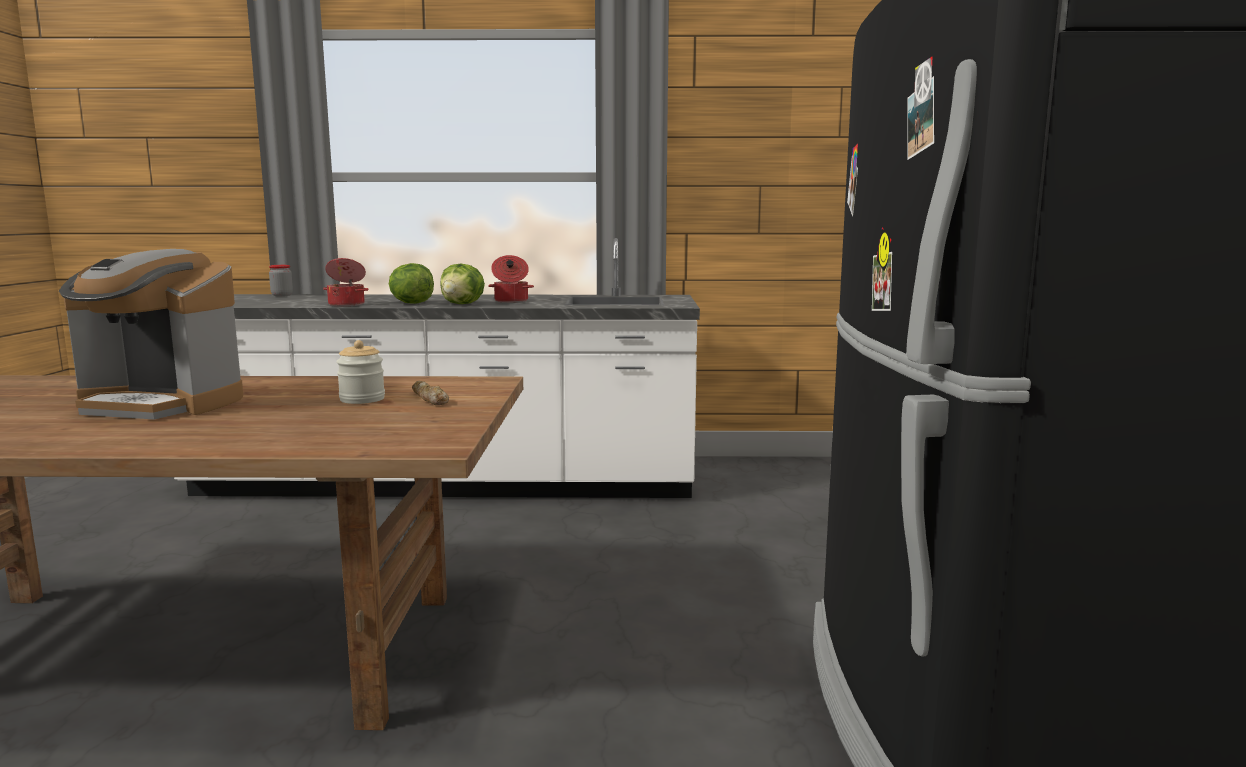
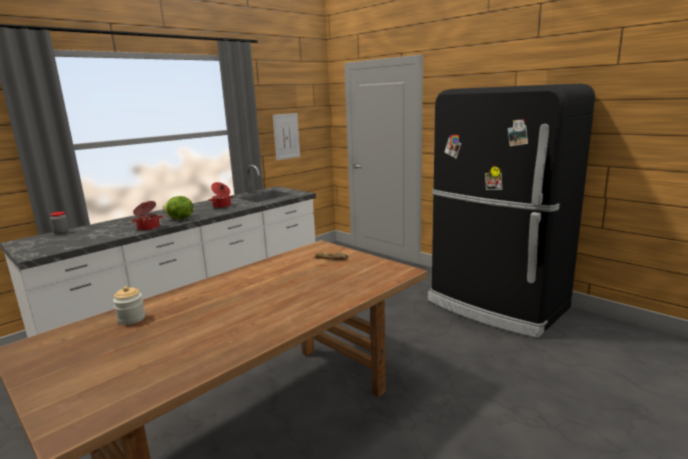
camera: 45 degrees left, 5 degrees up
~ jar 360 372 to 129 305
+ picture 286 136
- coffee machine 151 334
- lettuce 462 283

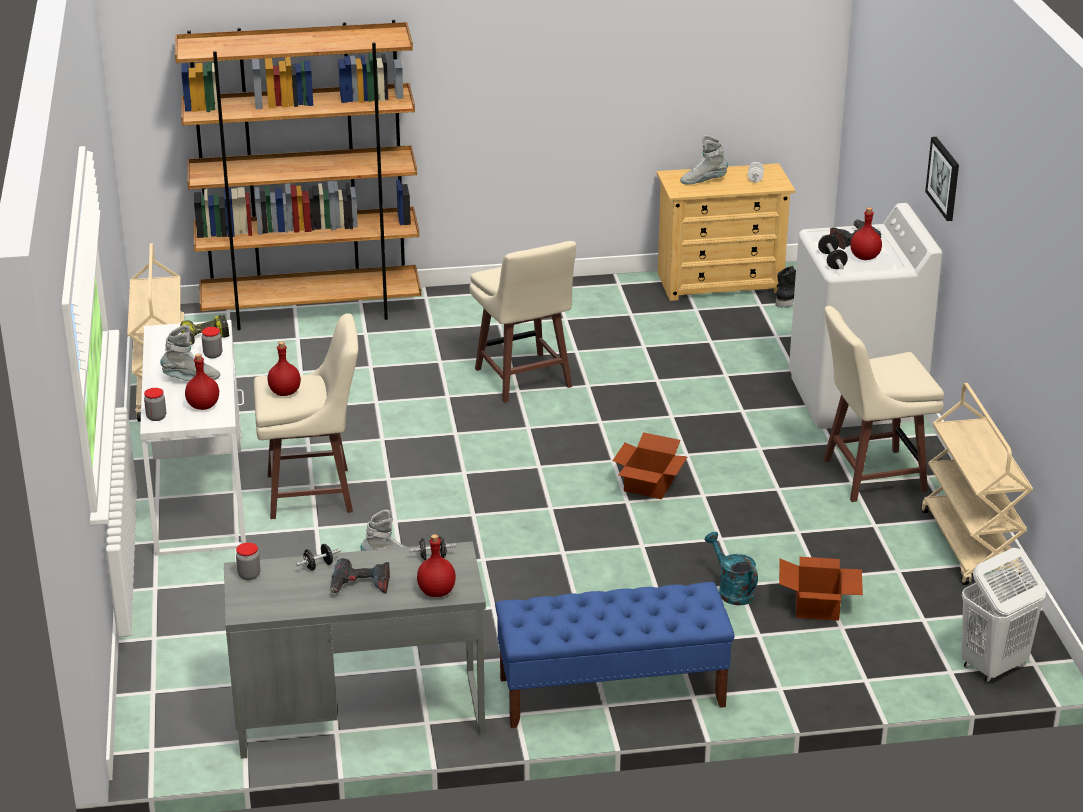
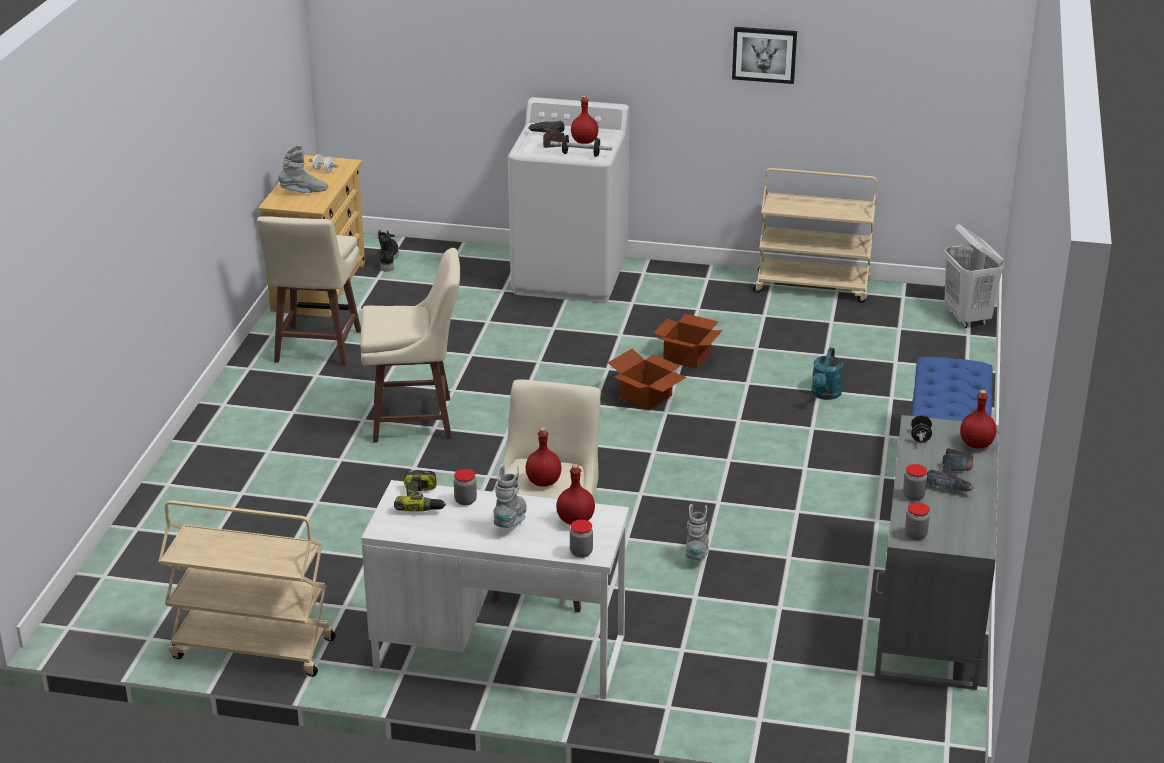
camera: 70 degrees left, 0 degrees up
~ stool (beige) 883 404 to 309 291
~ boot (grey) 704 160 = 303 169 120 degrees counterclockwise
~ cardboard box 821 589 to 688 341
~ picture 942 179 to 764 55
~ watering can (turquoise) 731 568 = 827 373 60 degrees counterclockwise
~ dumbbell (black) 318 557 to jar 915 482
- bookcase (brown) 298 175

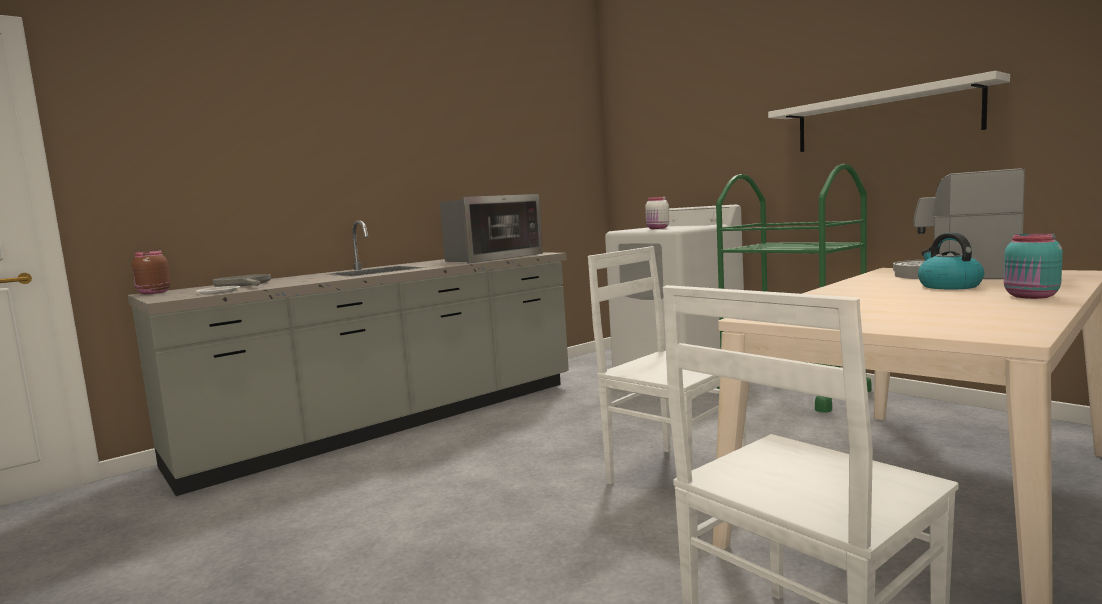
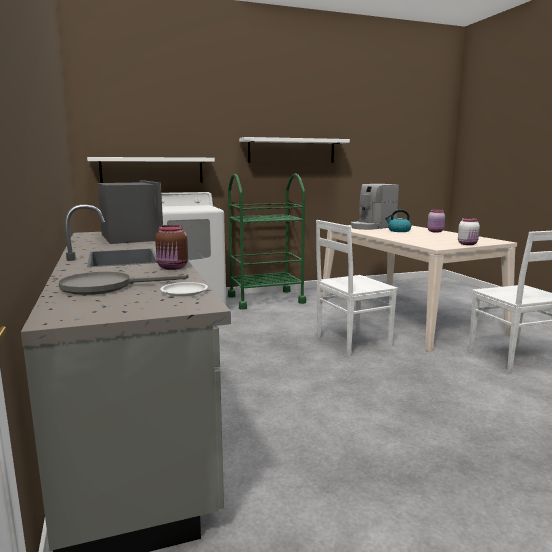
camera: 70 degrees left, 5 degrees up
+ shelf (white) 151 170
~ jar (brown) 151 272 to 171 247
~ jar (turquoise) 1033 266 to jar (pink) 436 221
~ jar (white) 657 213 to 469 231

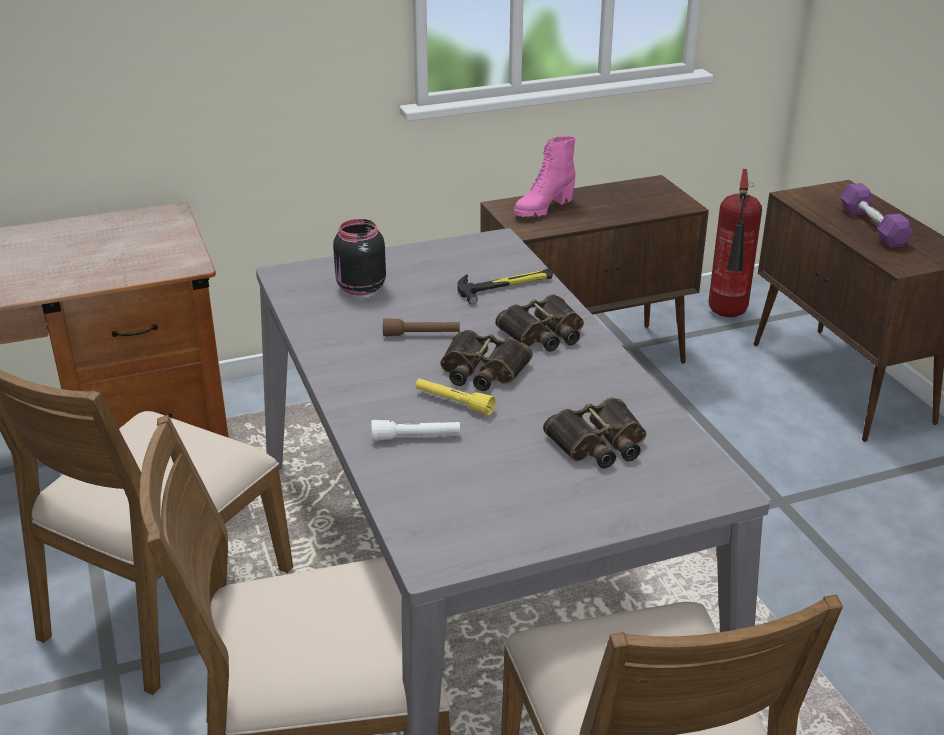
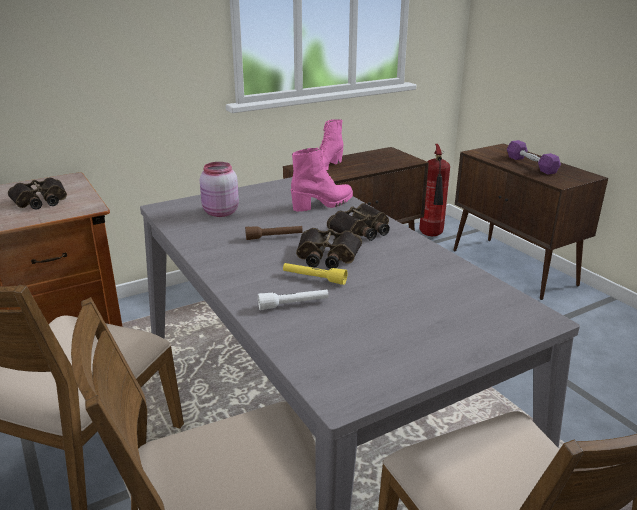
camera: 10 degrees left, 5 degrees down
~ binoculars 594 433 to 37 193
~ jar (black) 359 257 to jar (pink) 219 189
~ hammer 505 287 to boot (pink) 322 180

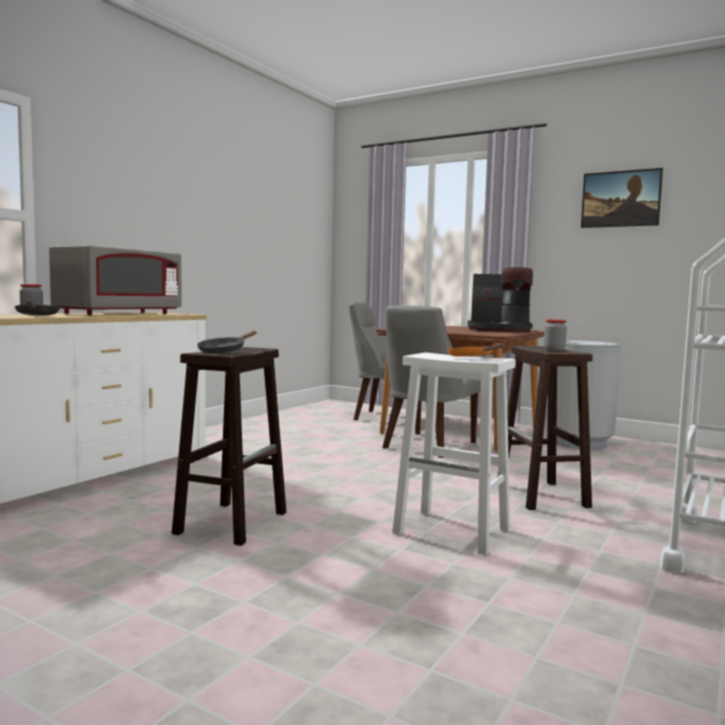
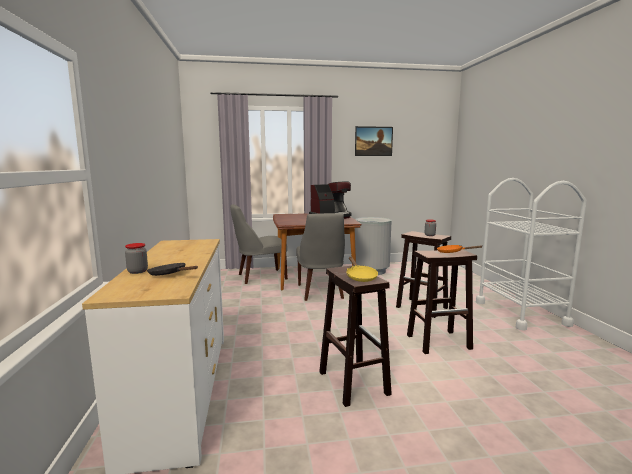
camera: 40 degrees left, 5 degrees up
~ frying pan (black) 227 342 to frying pan (yellow) 362 269
~ stool (white) 453 453 to stool (brown) 442 302
- microwave (grey) 115 280

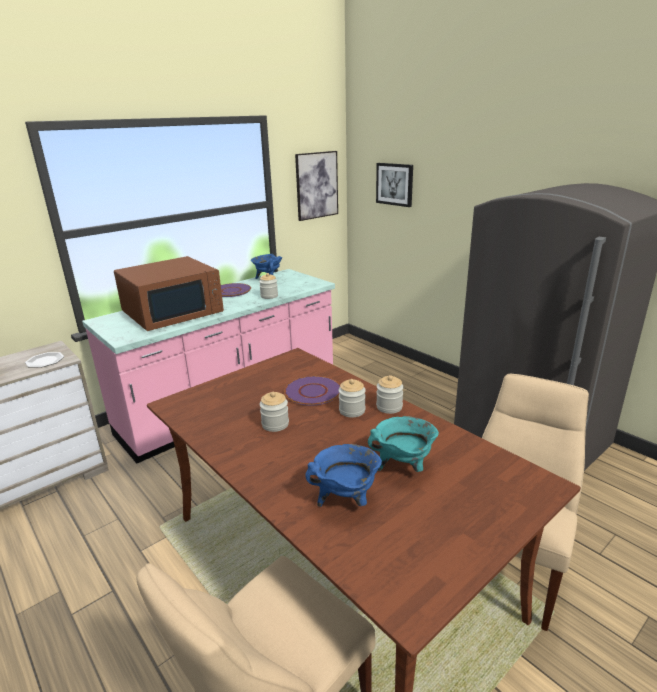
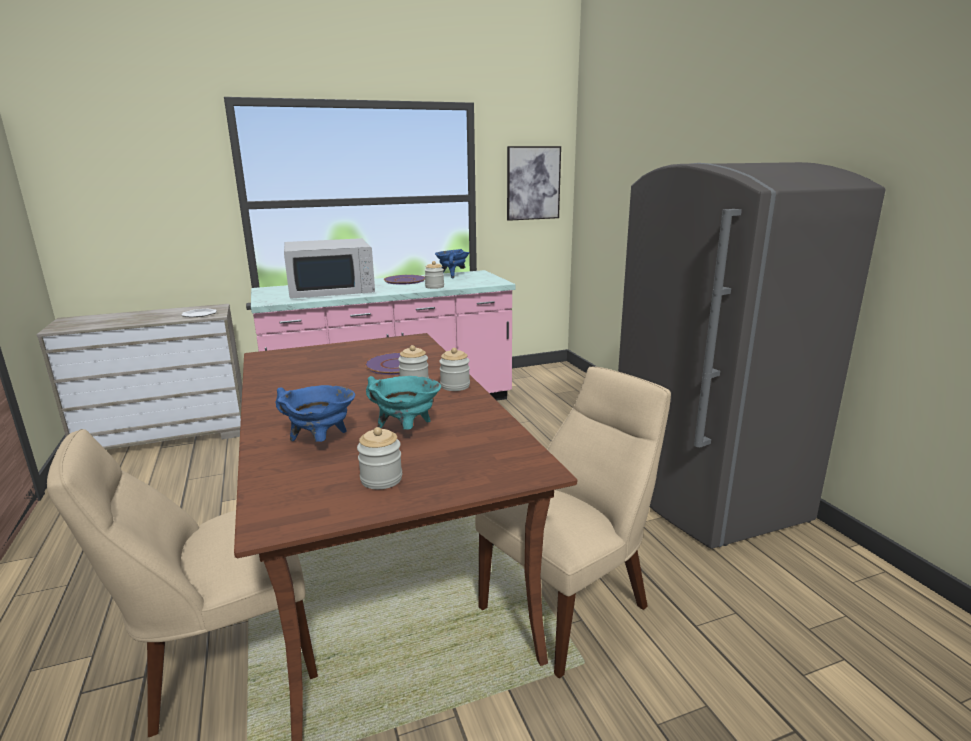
camera: 20 degrees right, 5 degrees down
~ microwave (brown) 169 293 to microwave (white) 329 268
~ jar 274 412 to 379 458
- picture 394 185

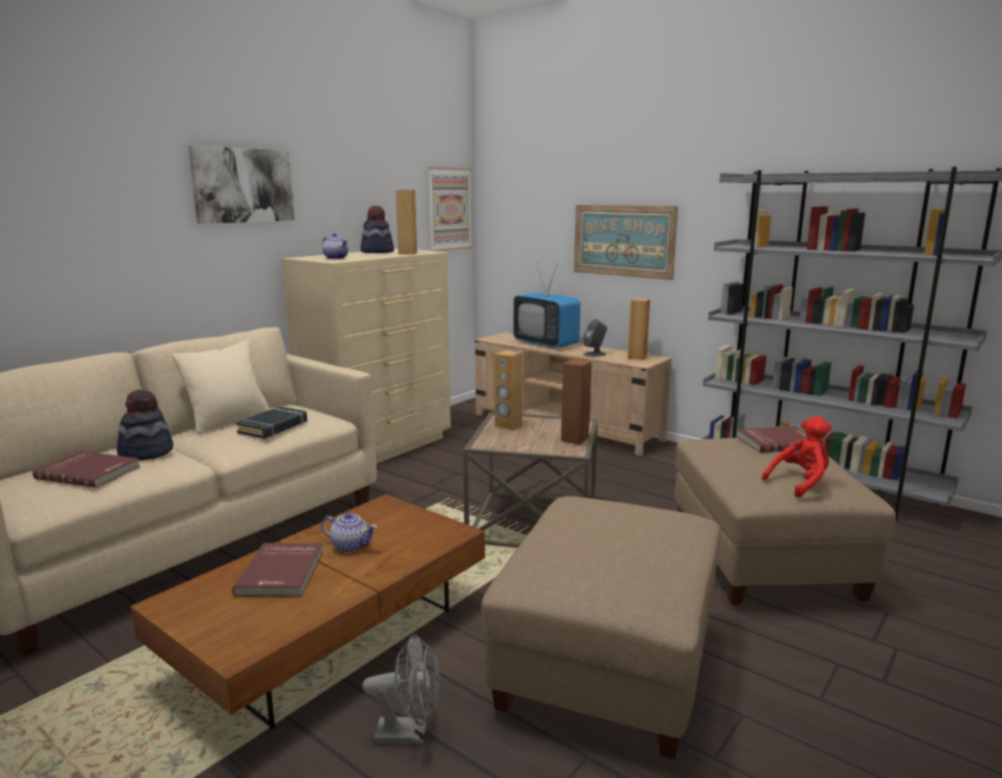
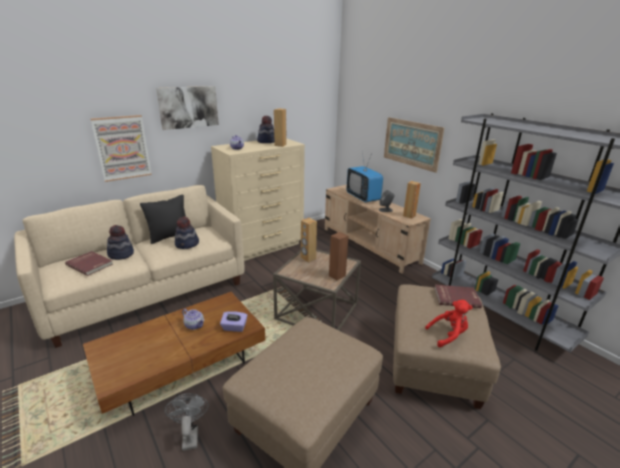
camera: 15 degrees right, 10 degrees up
~ picture 450 209 to 121 148
~ pillow (beige) 221 386 to pillow (black) 163 219
~ fan (grey) 401 689 = 186 422 120 degrees counterclockwise
~ book (black) 271 422 to hat 187 232
+ tissue box (purple) 233 321
- book (red) 278 570

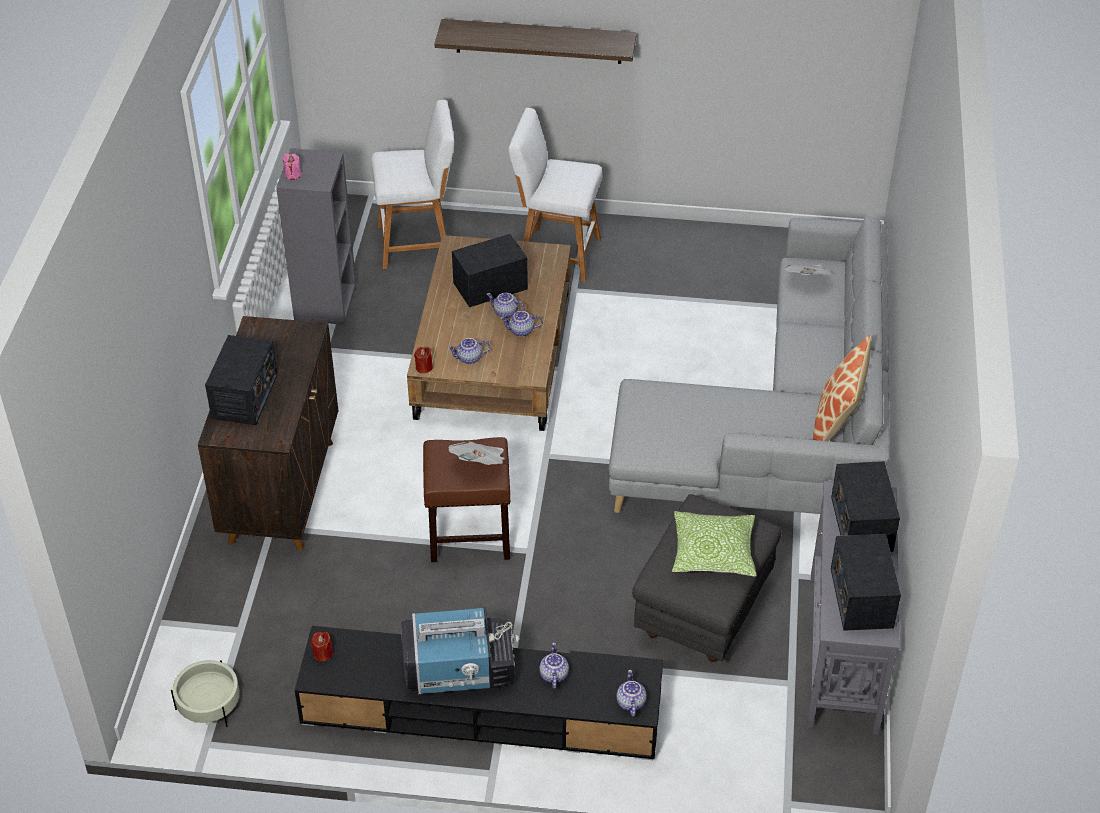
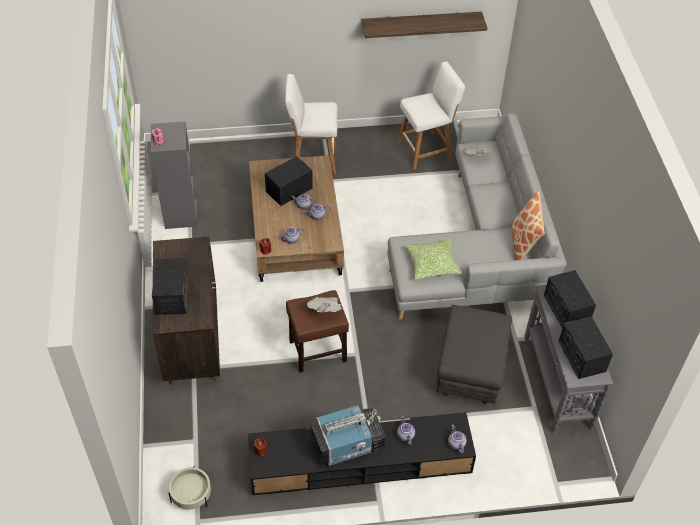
camera: 15 degrees left, 5 degrees up
~ shelf 535 41 to 424 25
~ stool (white) 412 184 to 431 115
~ pillow 714 544 to 434 259

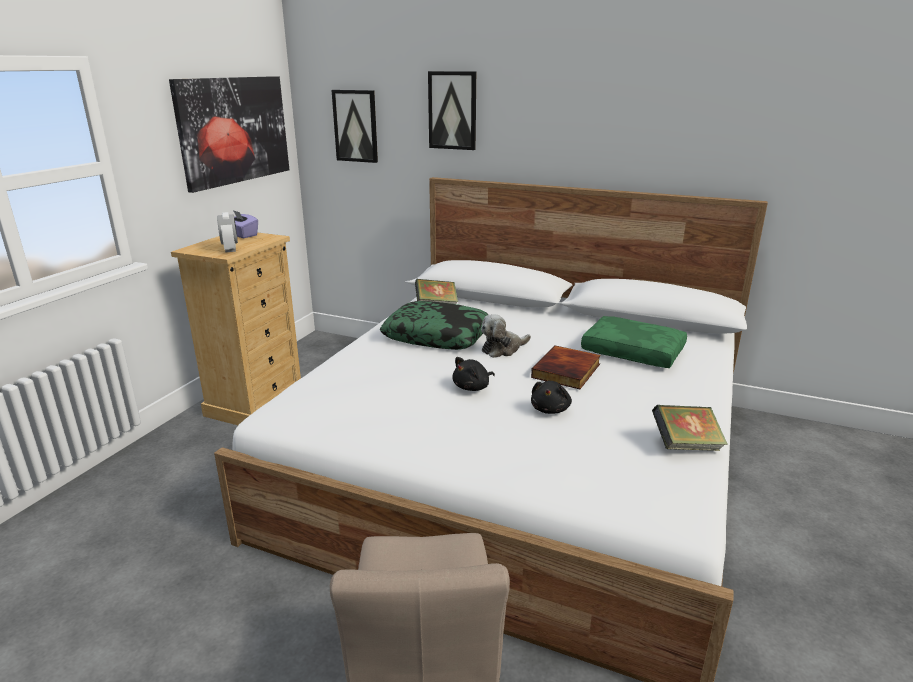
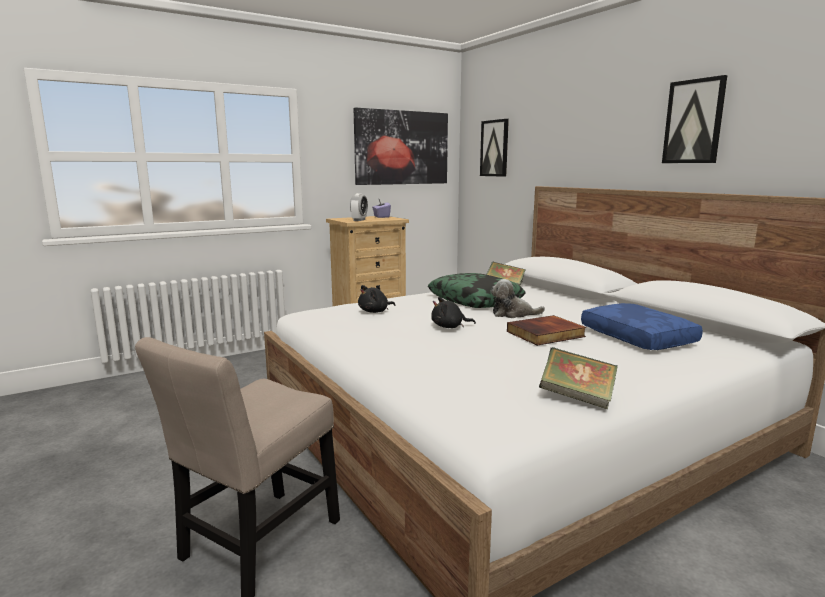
camera: 35 degrees right, 10 degrees down
~ plush toy (black) 551 397 to 376 299
~ pillow (green) 634 342 to pillow (blue) 642 326
~ picture 452 110 to 694 119

